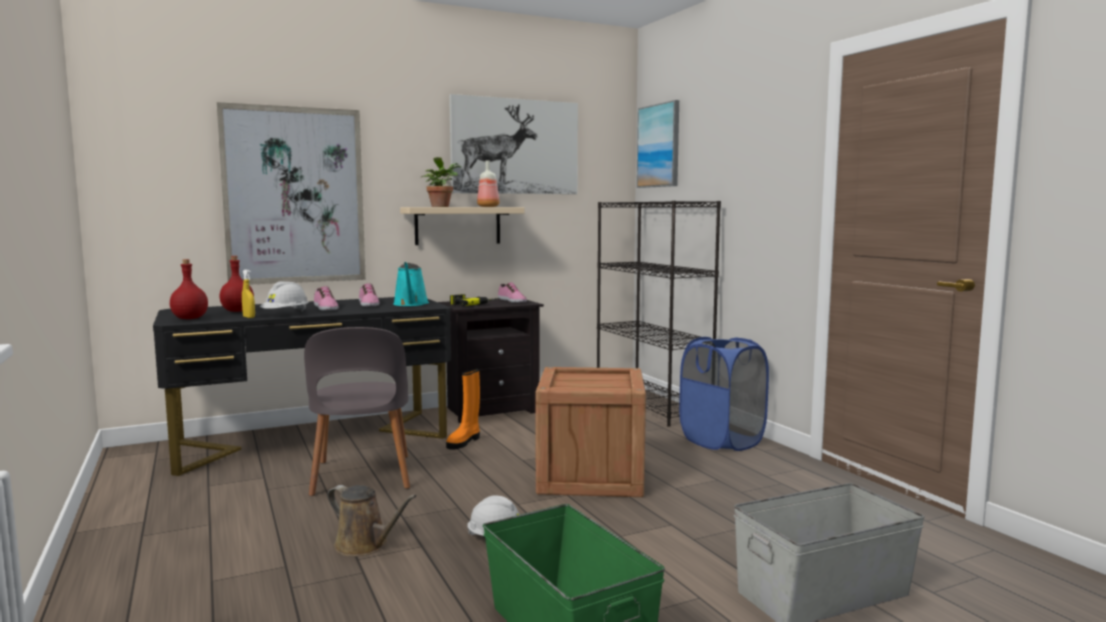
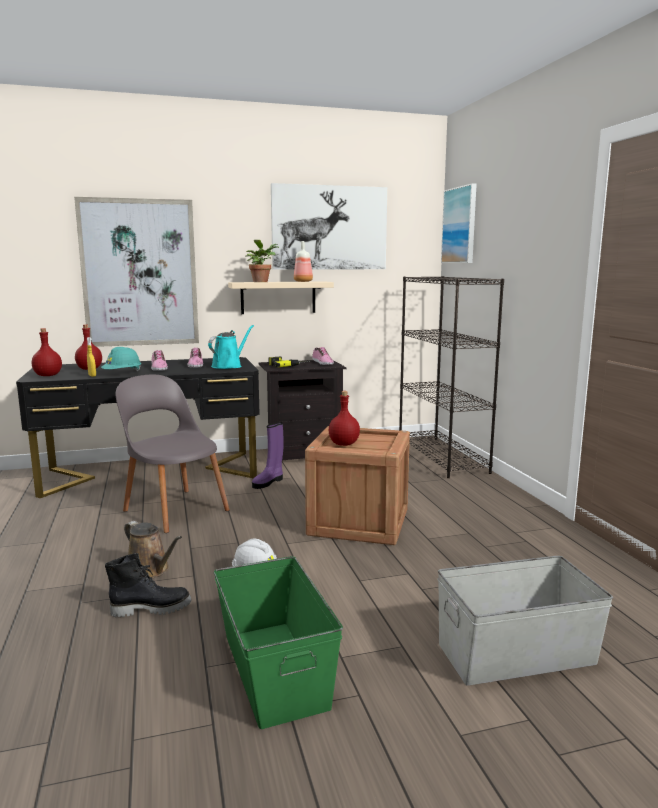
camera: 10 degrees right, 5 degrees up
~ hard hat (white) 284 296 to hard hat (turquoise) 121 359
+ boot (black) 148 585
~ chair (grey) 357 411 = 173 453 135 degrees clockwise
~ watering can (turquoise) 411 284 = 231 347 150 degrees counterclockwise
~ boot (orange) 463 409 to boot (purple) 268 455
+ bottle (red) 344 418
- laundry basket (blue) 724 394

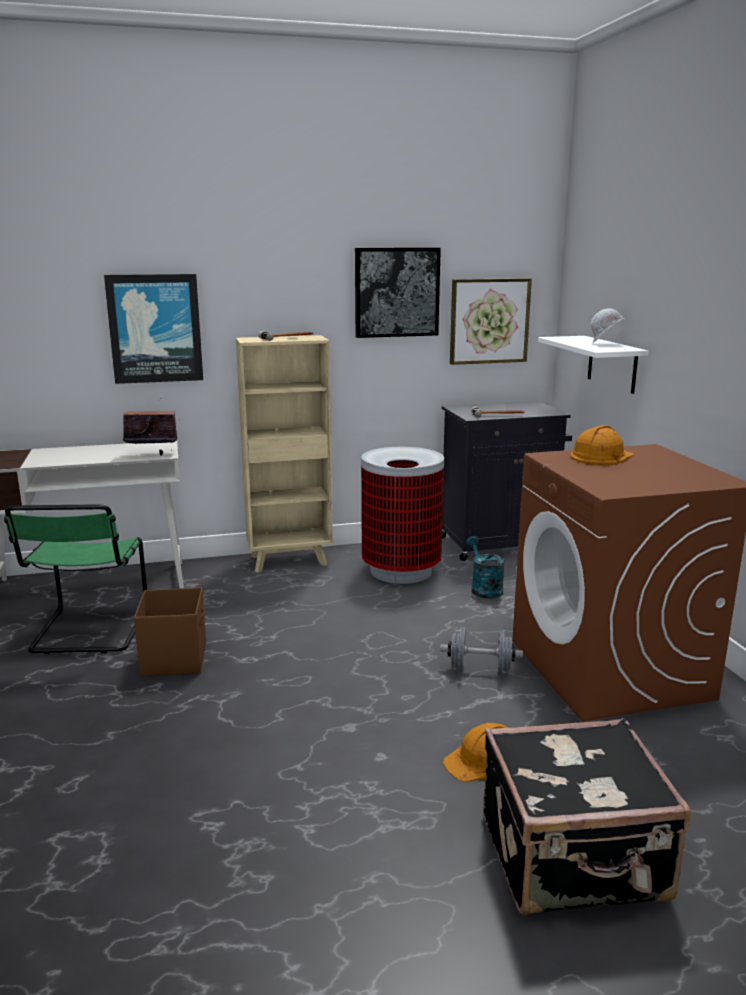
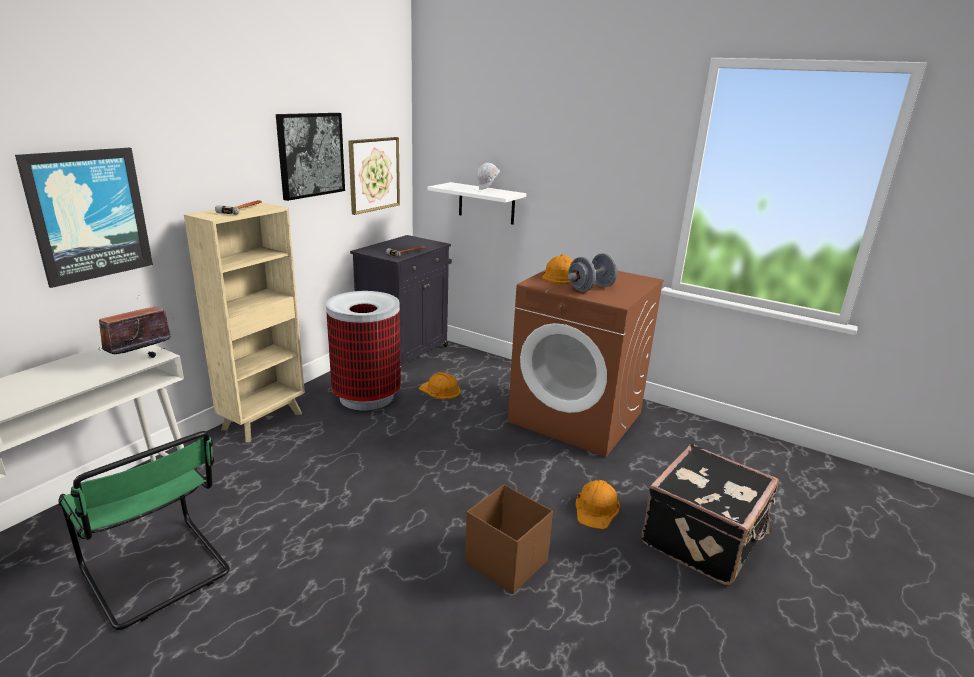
camera: 45 degrees left, 5 degrees up
~ watering can (turquoise) 485 567 to hard hat (orange) 440 385
~ storage box (brown) 170 632 to 509 539
~ dumbbell (grey) 481 651 to 593 272

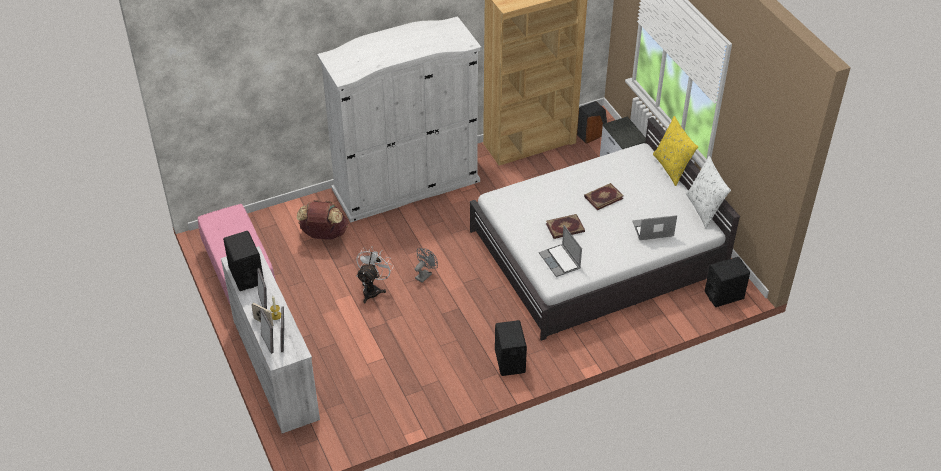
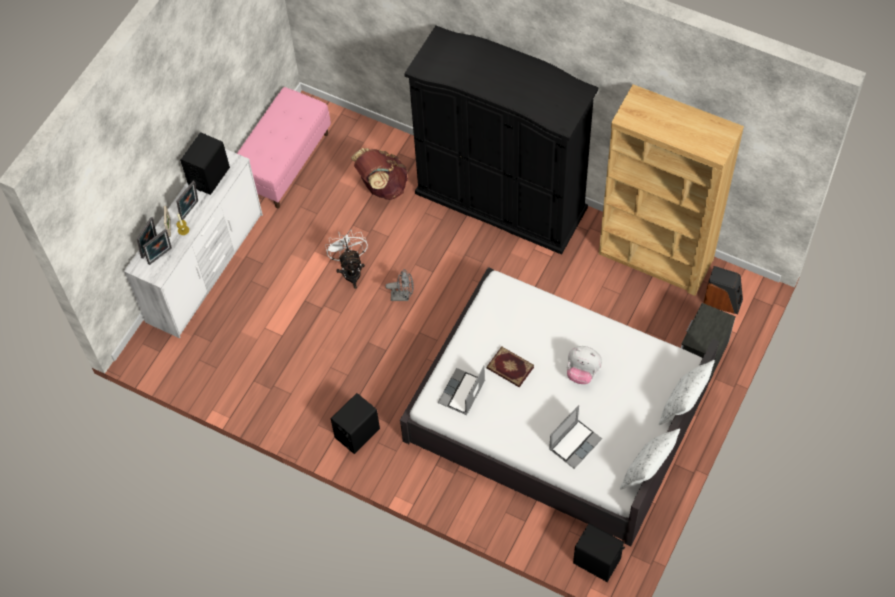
camera: 55 degrees right, 15 degrees up
~ fan (white) 375 274 = 346 259 90 degrees counterclockwise
~ wardrobe (white) 399 119 to wardrobe (black) 501 140
~ laptop 654 227 = 575 437 90 degrees clockwise
~ book 604 196 to plush toy 584 365
~ pillow (yellow) 675 151 to pillow (white) 687 392

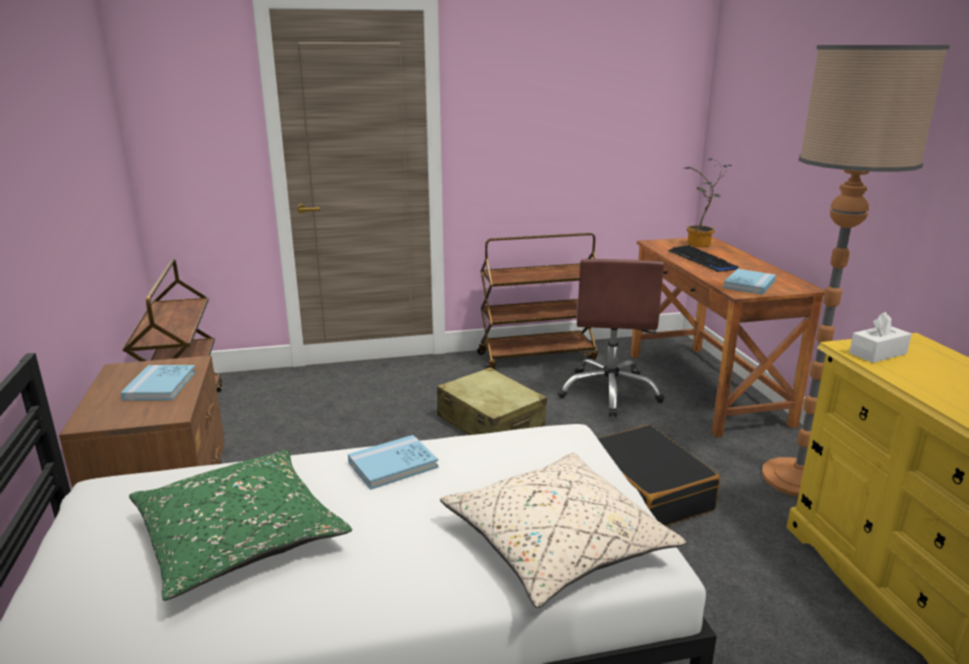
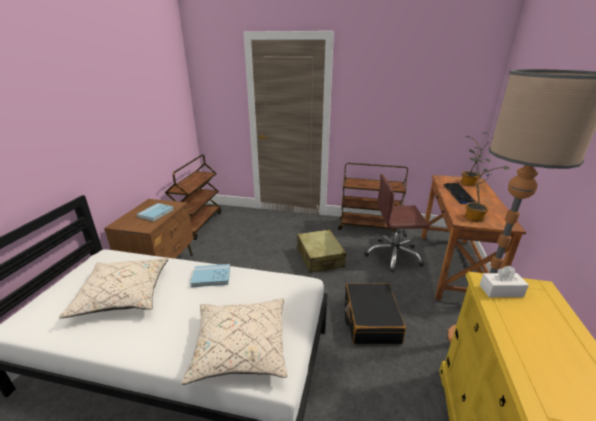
camera: 25 degrees right, 5 degrees up
~ pillow (green) 240 525 to pillow (beige) 113 288
~ office chair (brown) 611 338 = 396 223 60 degrees clockwise
~ book (blue) 749 282 to potted plant 487 190

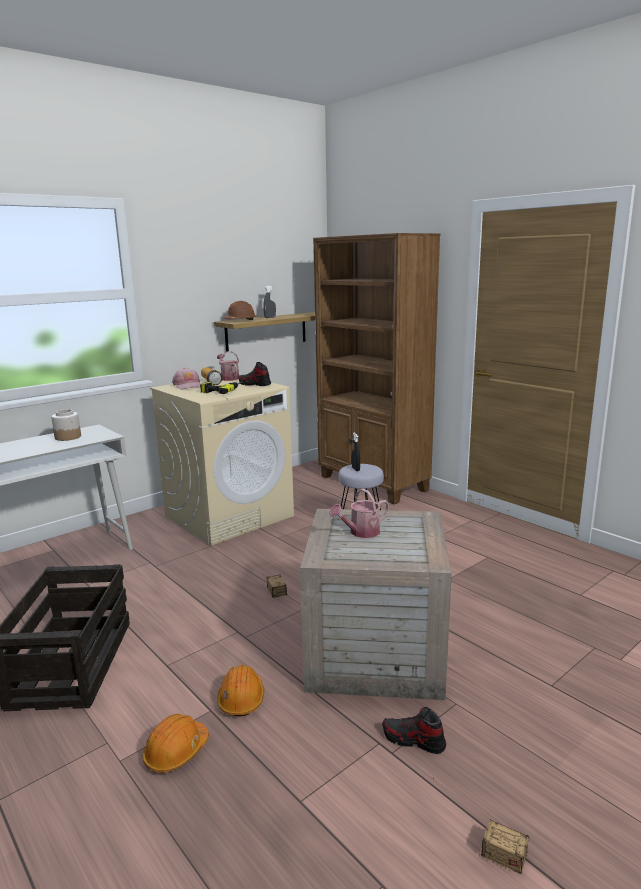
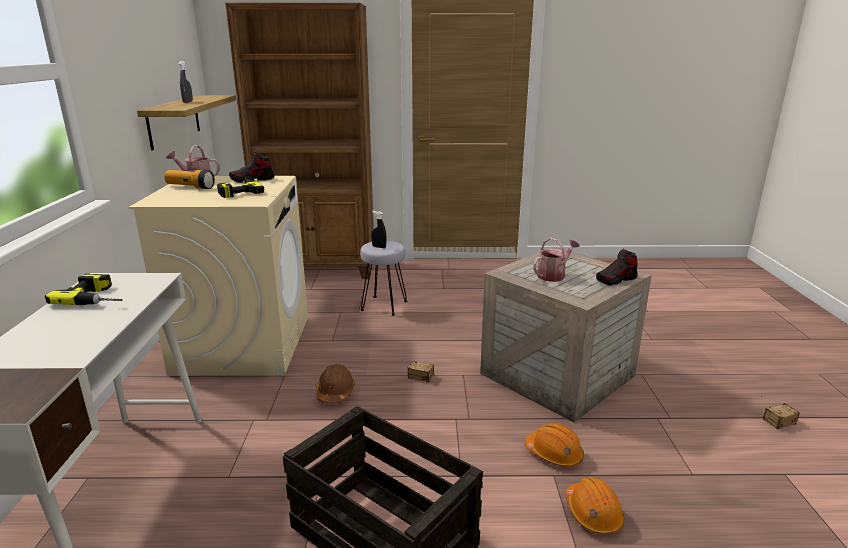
camera: 50 degrees left, 5 degrees up
~ jar 66 425 to power drill 84 289
~ hard hat (brown) 239 311 to 335 384
~ watering can 359 513 = 556 260 135 degrees counterclockwise
~ shoe 414 730 to 617 267
- cap (pink) 186 379

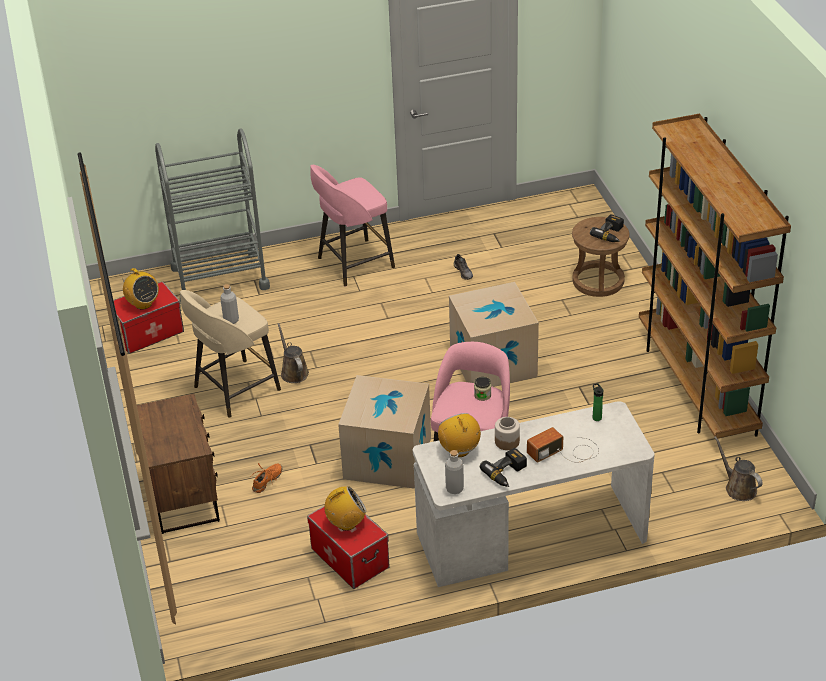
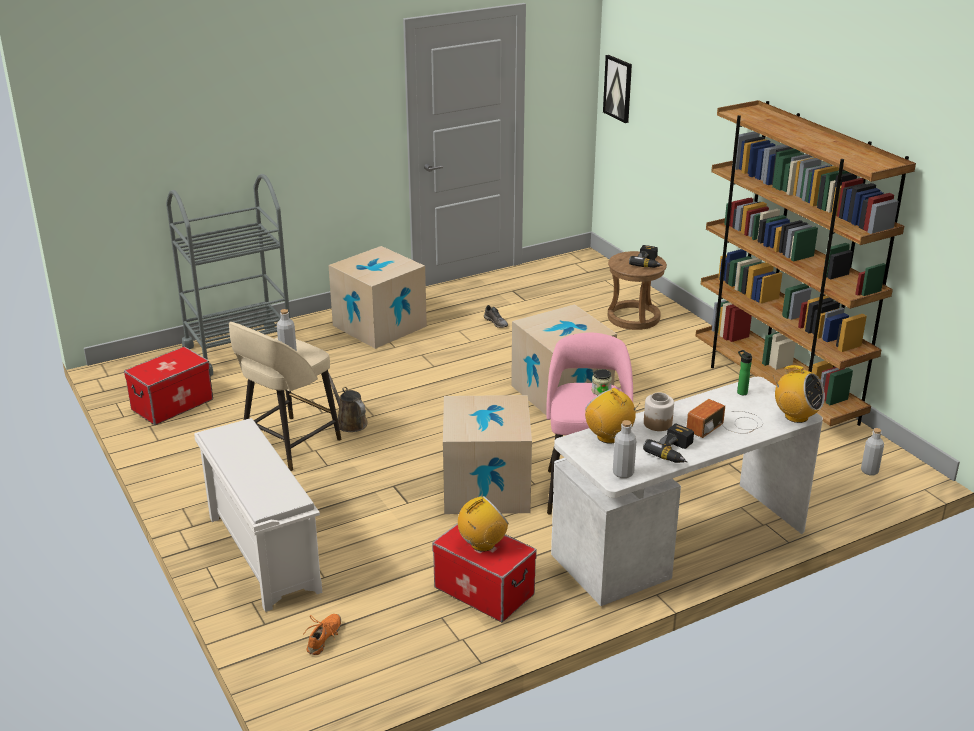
camera: 15 degrees left, 10 degrees down
~ nightstand (brown) 178 464 to shoe rack (white) 258 515
~ shoe (orange) 266 478 to 323 634
~ stool (pink) 352 226 to cardboard box 378 297
+ picture 617 89
~ radio 140 289 to 798 394
~ watering can (brown) 738 468 to bottle (grey) 872 451

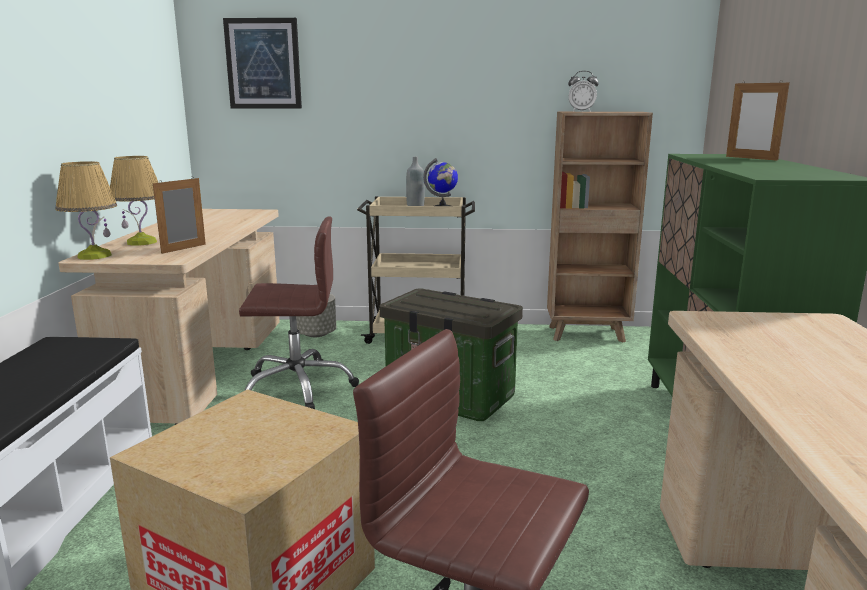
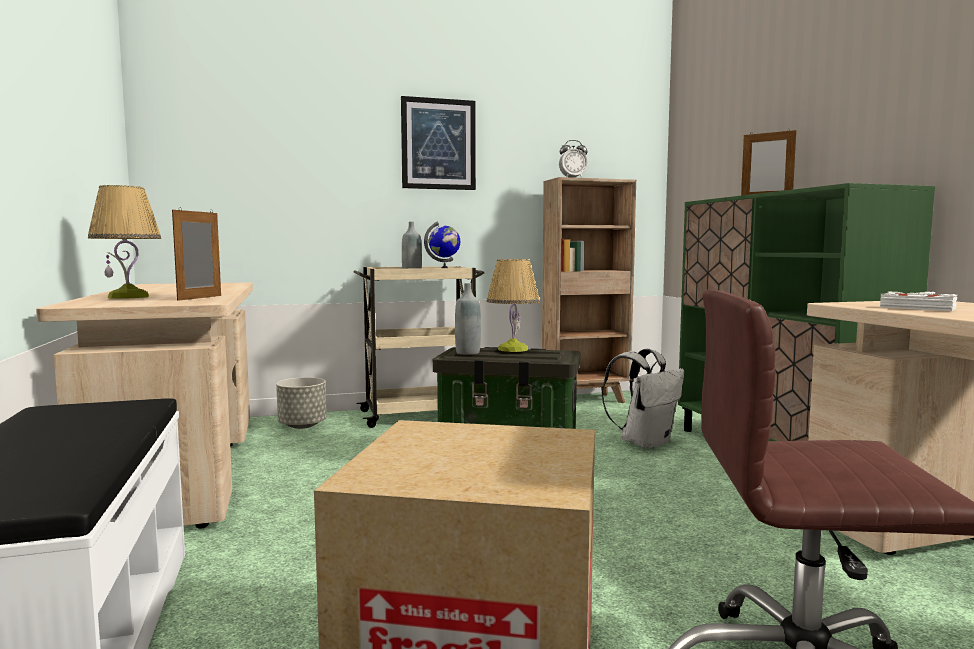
camera: 20 degrees left, 10 degrees down
~ picture 262 63 to 438 143
+ bottle (grey) 468 319
~ table lamp 86 210 to 513 305
+ backpack (white) 643 398
+ book (white) 918 301
- office chair (brown) 299 312

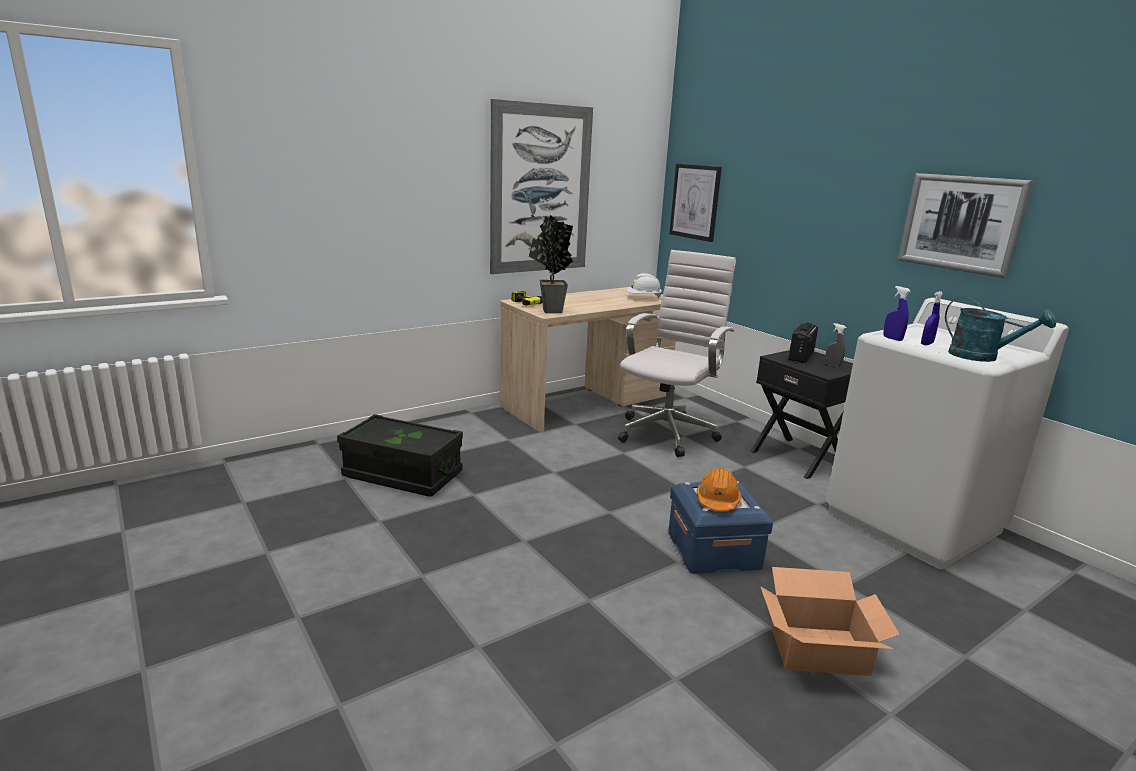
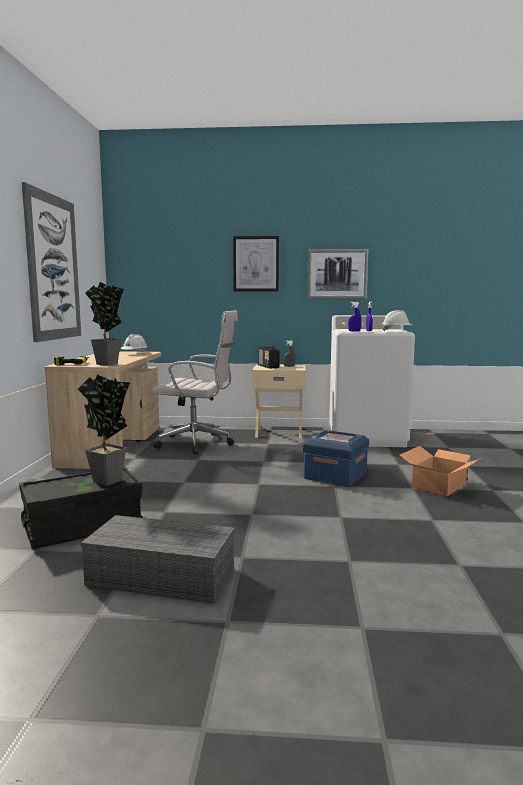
camera: 50 degrees left, 10 degrees down
+ potted plant 104 430
+ storage box (grey) 158 559
~ office chair (white) 677 353 = 194 382 120 degrees clockwise
~ picture 696 203 to 256 264
~ nightstand (black) 801 414 to nightstand (beige) 279 402
~ watering can (turquoise) 1000 329 to hard hat (white) 397 320
- hard hat (orange) 719 489

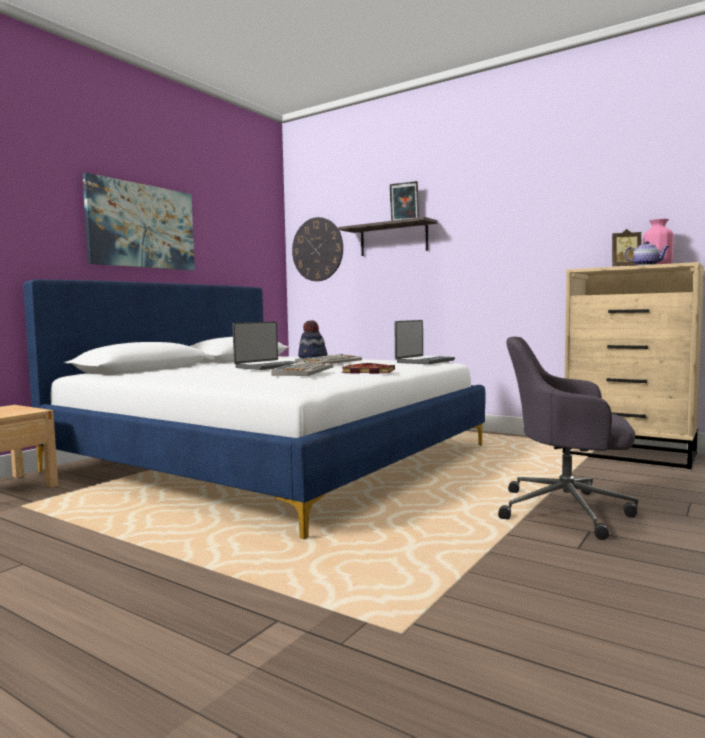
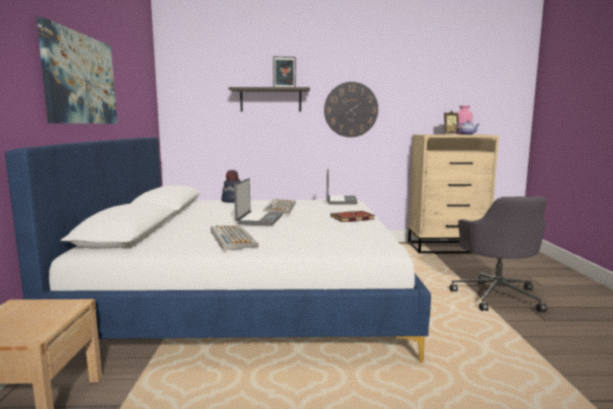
camera: 35 degrees left, 5 degrees up
~ keyboard 302 368 to 235 237
~ wall clock 317 249 to 351 109
~ office chair (grey) 568 438 = 498 254 75 degrees counterclockwise

